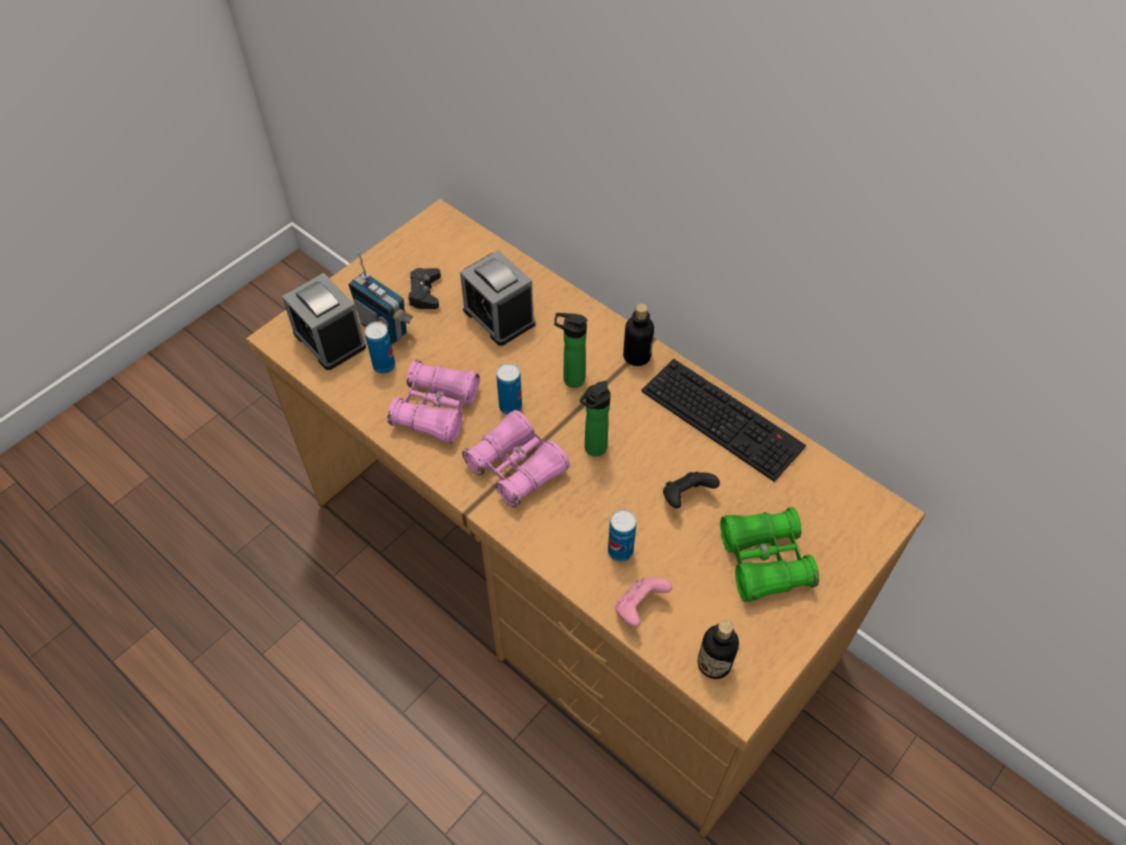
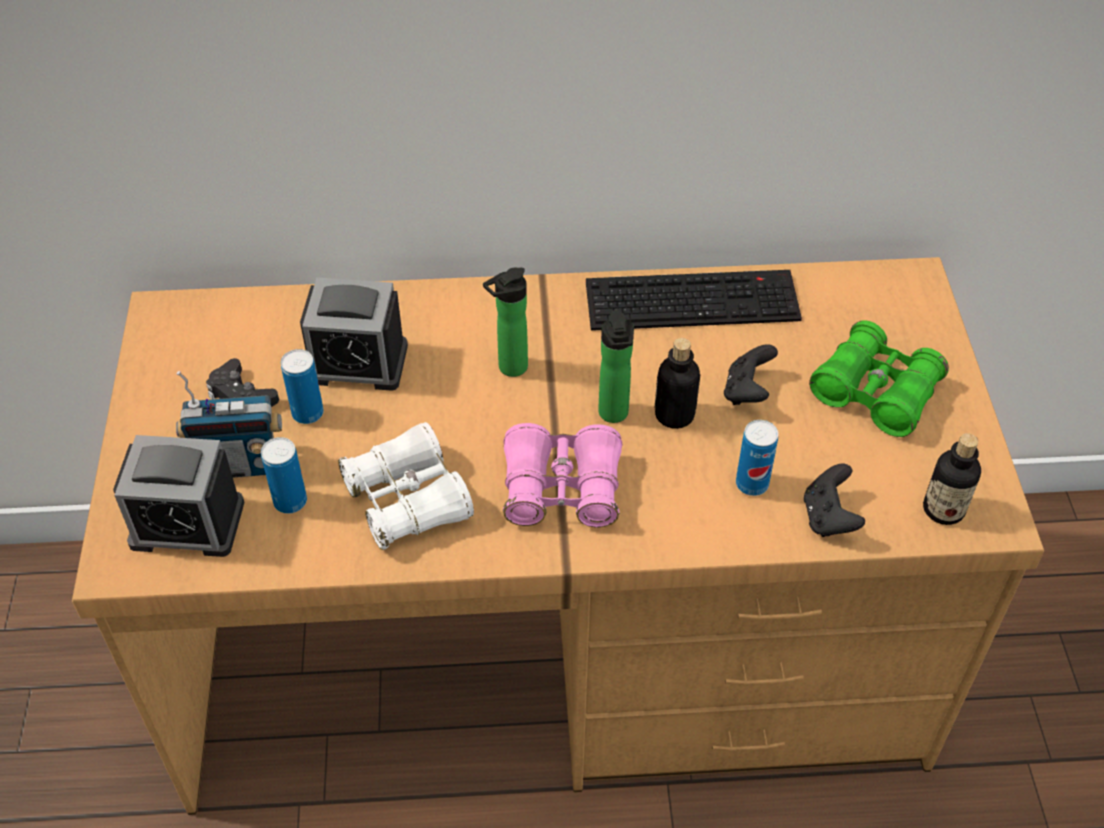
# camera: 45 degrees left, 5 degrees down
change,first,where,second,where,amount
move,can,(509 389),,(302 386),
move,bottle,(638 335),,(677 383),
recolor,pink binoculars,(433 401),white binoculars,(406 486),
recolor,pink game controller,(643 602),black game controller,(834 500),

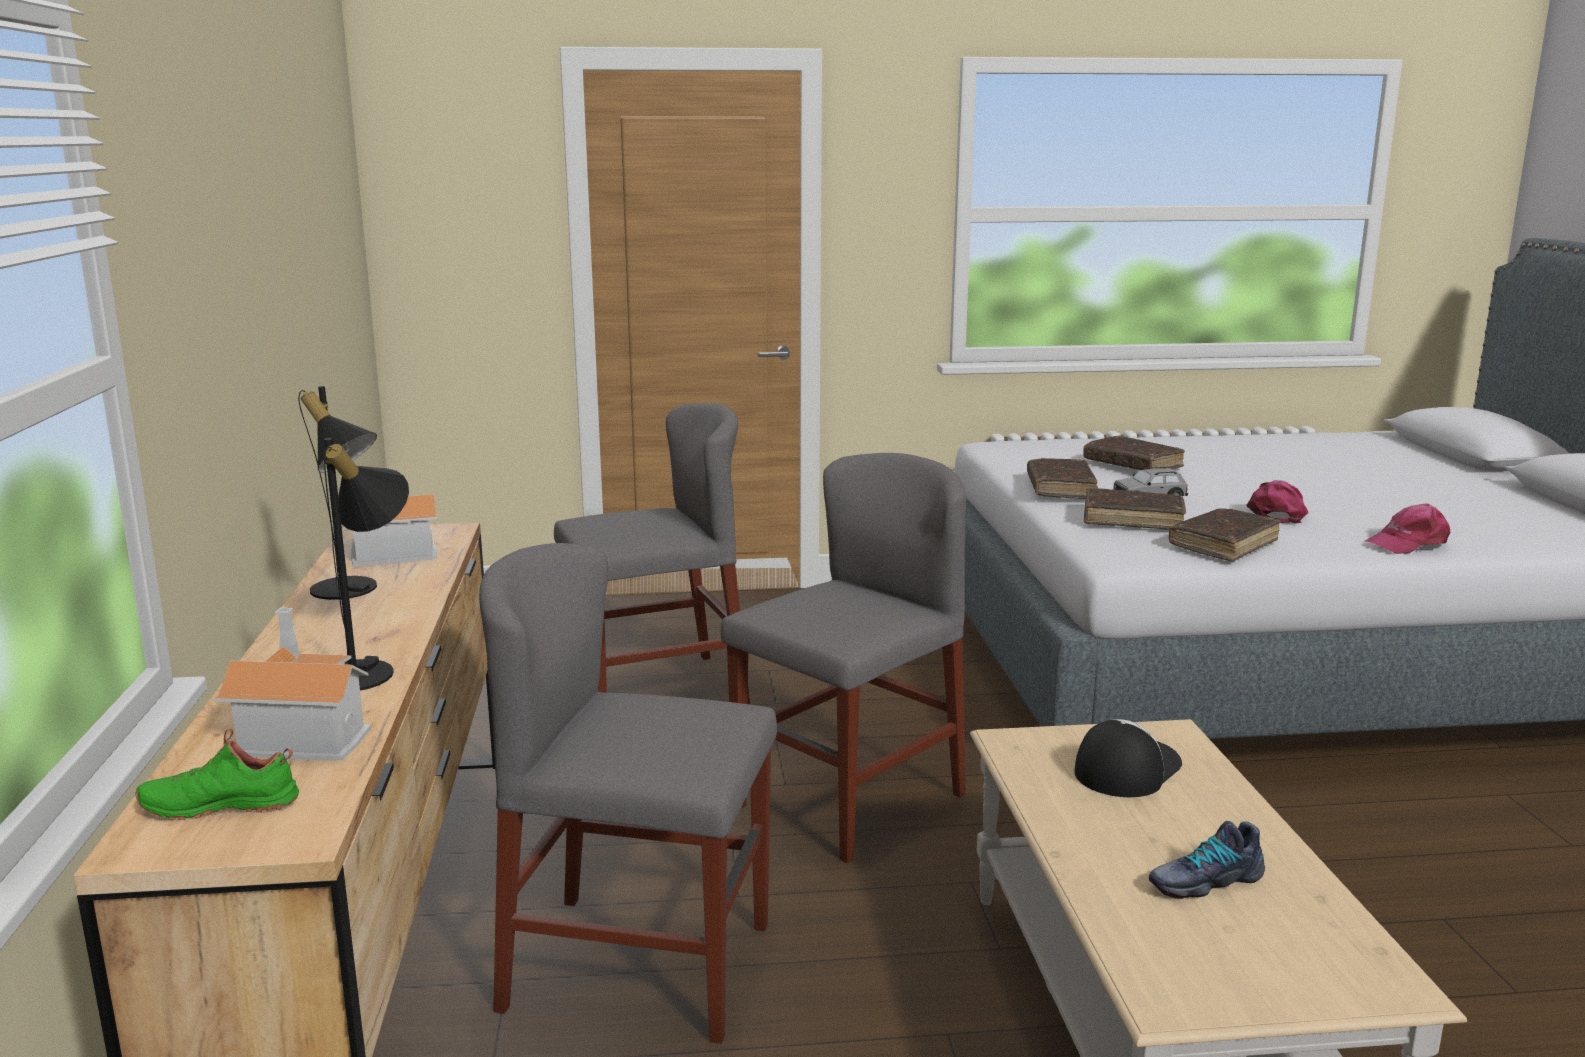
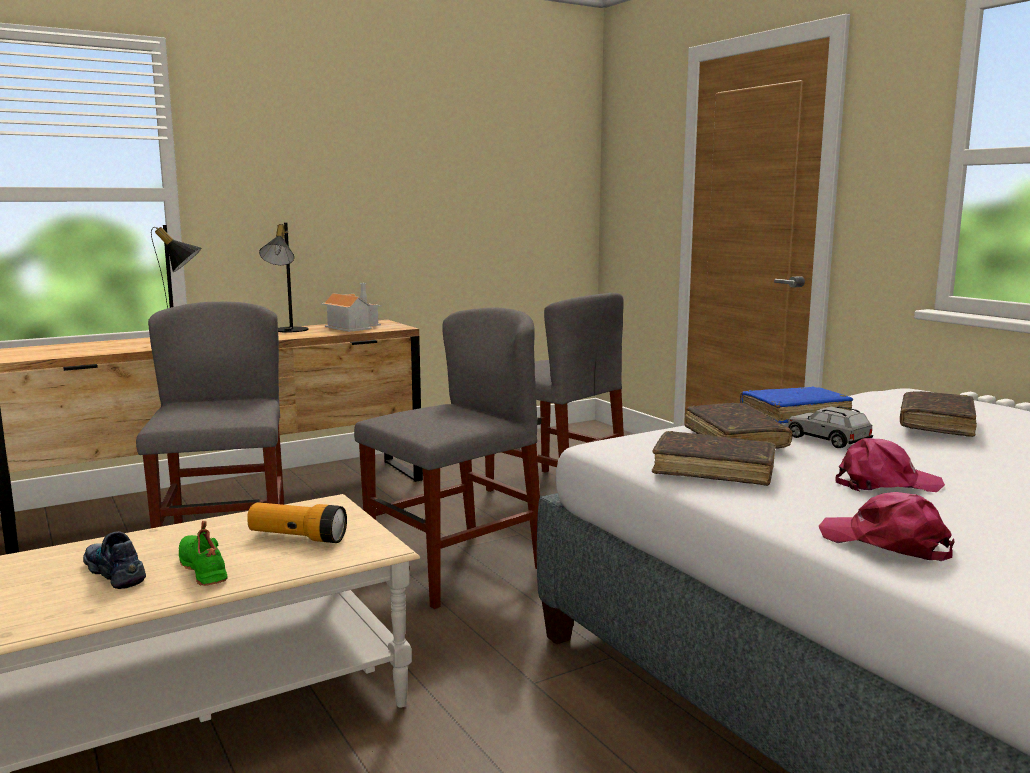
# camera: 65 degrees right, 5 degrees down
change,first,where,second,where,amount
delete,toy house,(292 683),,,
move,green shoe,(217 774),,(203 553),
replace,cap,(1128 758),flashlight,(297 522),
recolor,brown book,(1062 478),blue book,(796 405),
rotate,grey chair,(843 658),,(447 458),60 degrees counterclockwise

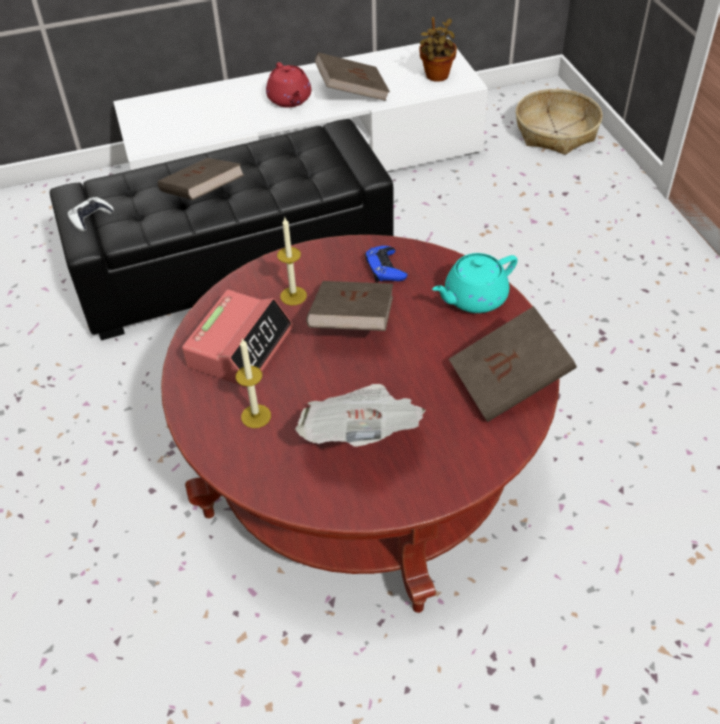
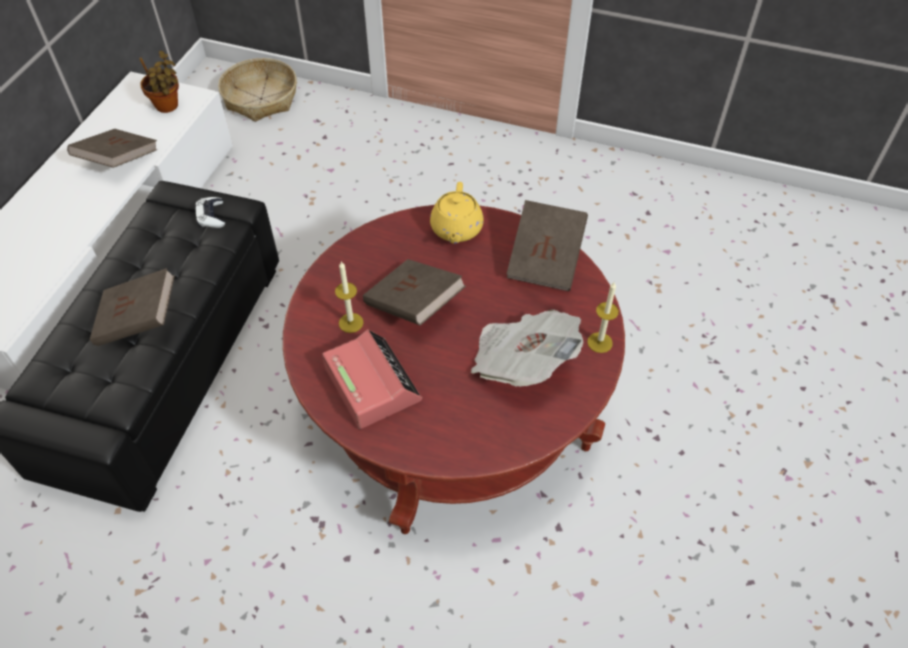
# camera: 55 degrees left, 5 degrees up
change,first,where,second,where,amount
delete,red teapot,(288 85),,,
delete,blue game controller,(386 264),,,
move,white game controller,(90 214),,(210 212),
move,candle,(253 383),,(603 317),
recolor,turquoise teapot,(475 283),yellow teapot,(457 213),

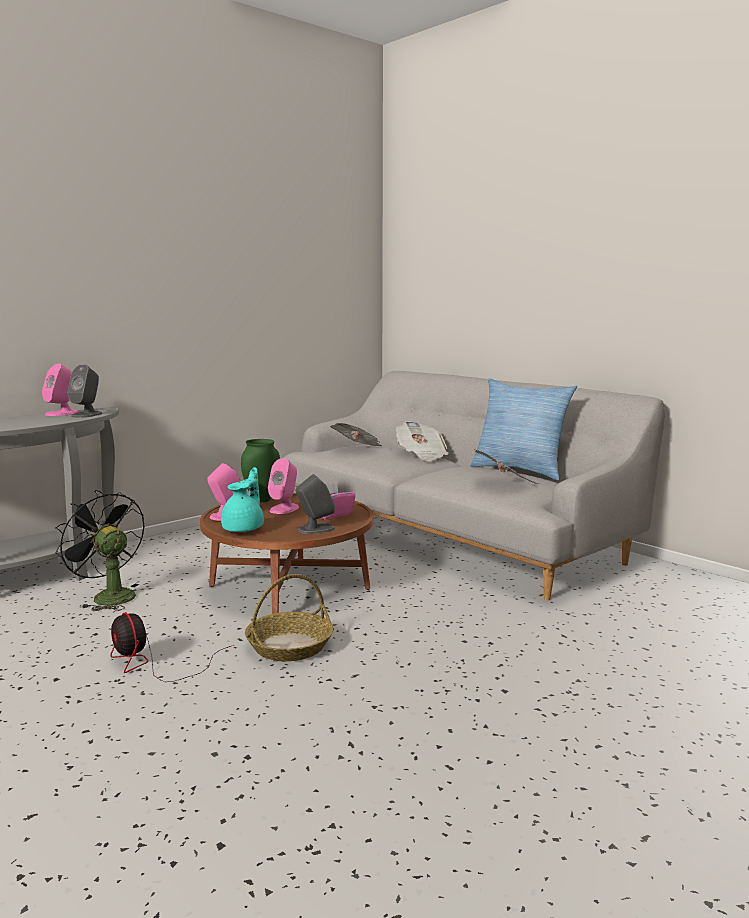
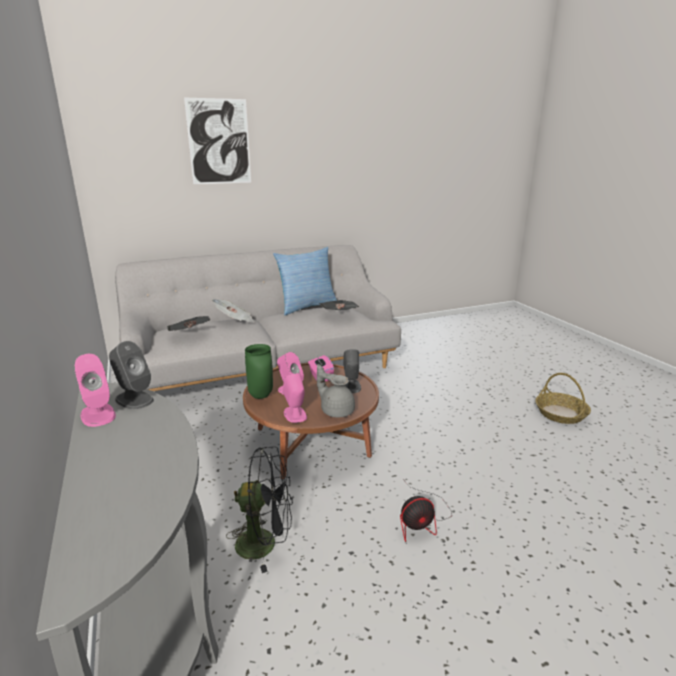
# camera: 70 degrees left, 10 degrees up
change,first,where,second,where,amount
insert,,,picture,(217 141),
move,basket,(289 617),,(563 398),
recolor,turquoise teapot,(242 499),grey teapot,(336 391),
rotate,black fan,(99 550),,(259 509),150 degrees counterclockwise

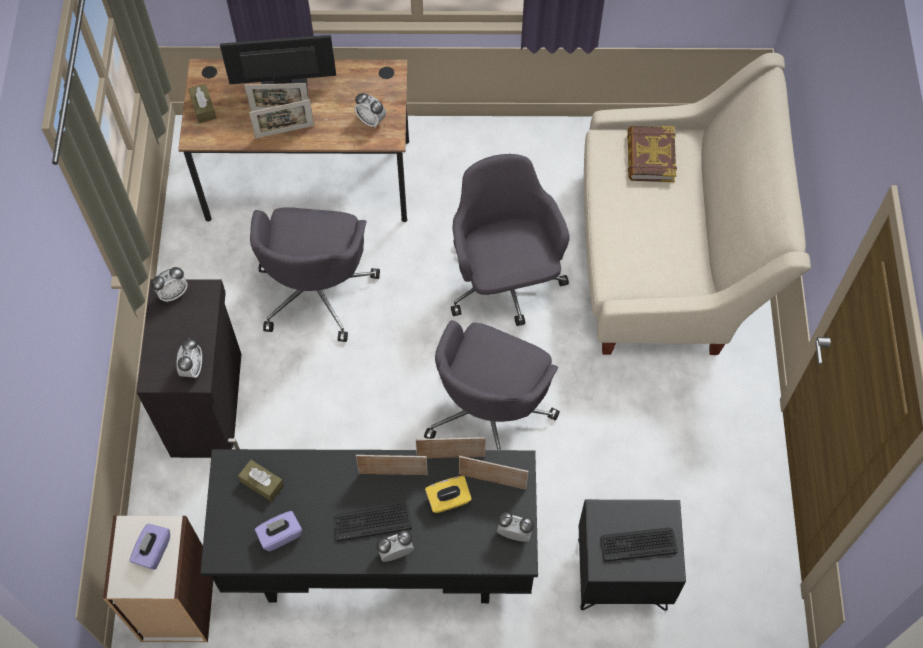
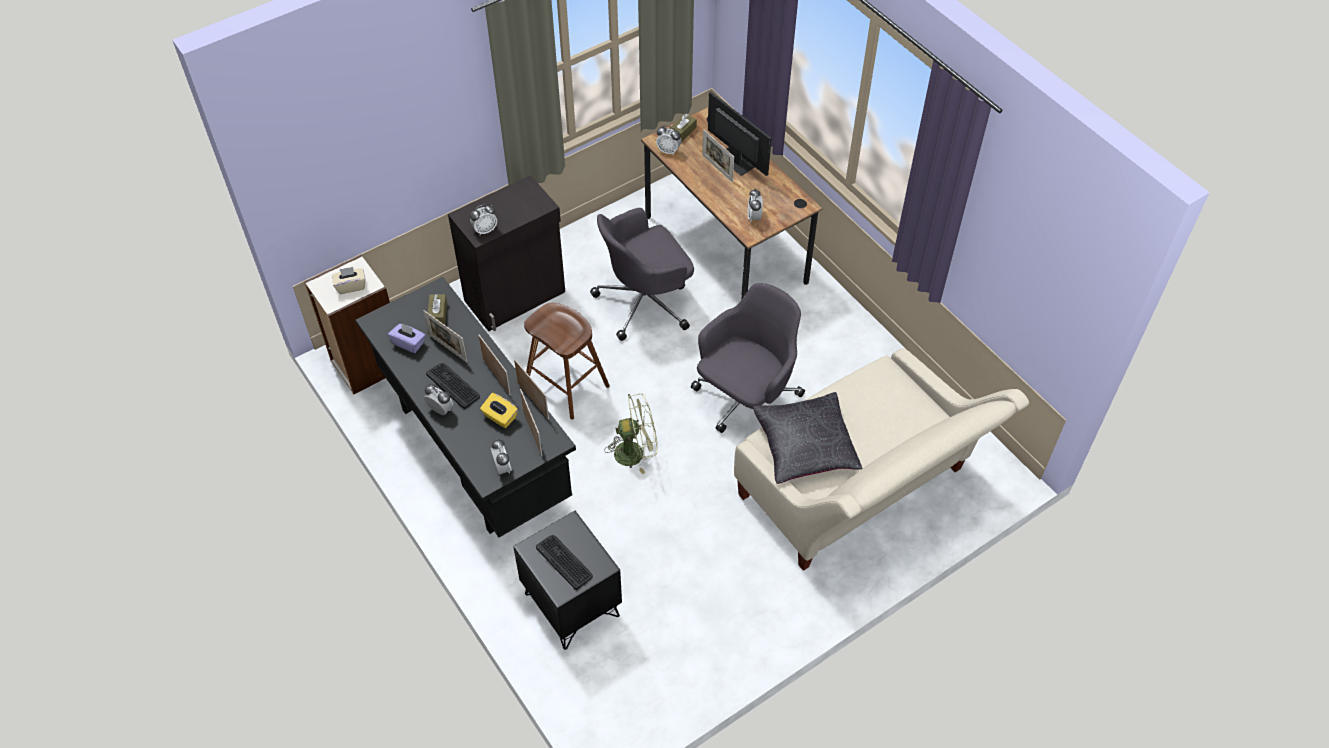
# camera: 55 degrees right, 10 degrees down
change,first,where,second,where,amount
delete,book,(652 154),,,
insert,,,brown stool,(567 361),
insert,,,black pillow,(808 438),
move,alarm clock,(170 284),,(668 140),
move,picture frame,(281 118),,(445 336),
replace,grey office chair,(492 385),green fan,(631 434),
recolor,purple tissue box,(149 547),beige tissue box,(349 280),

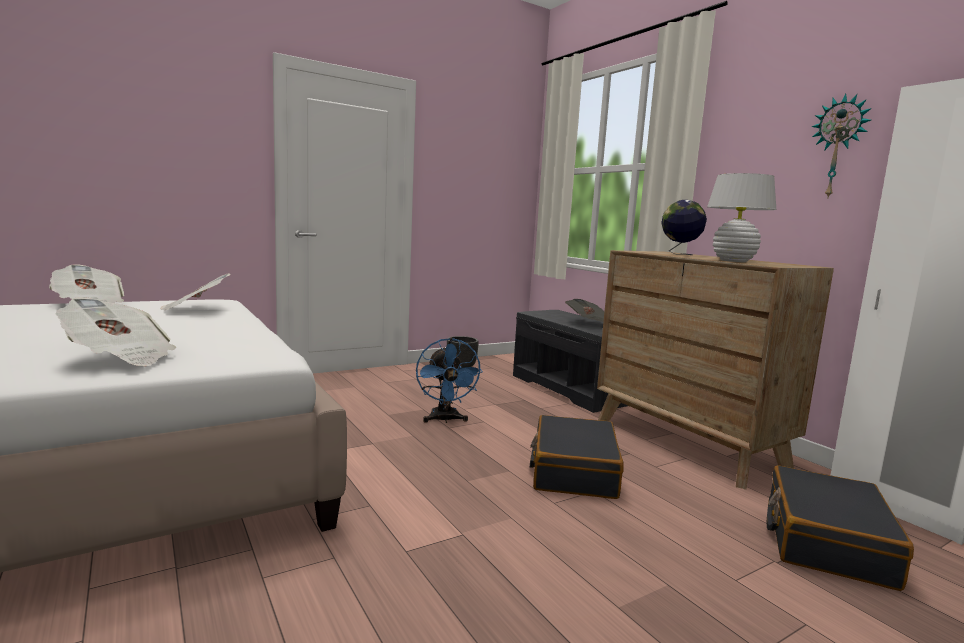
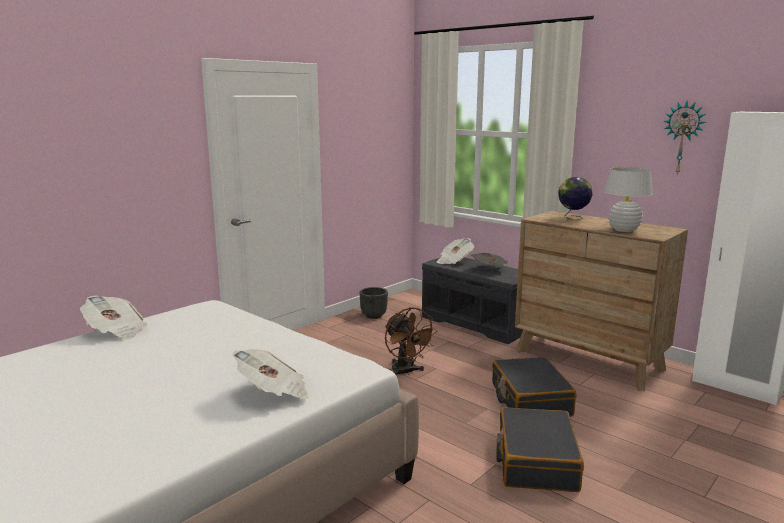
# camera: 15 degrees left, 5 degrees up
change,first,where,second,where,amount
move,newspaper,(195 291),,(455 251),
move,black suitcase,(840 528),,(540 449),
recolor,blue fan,(449 380),brown fan,(411 341),

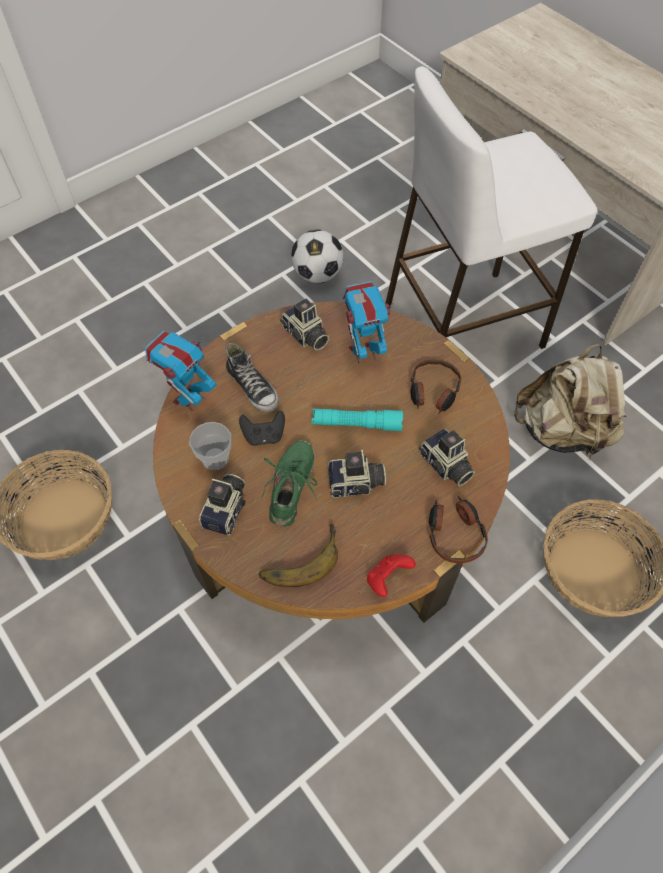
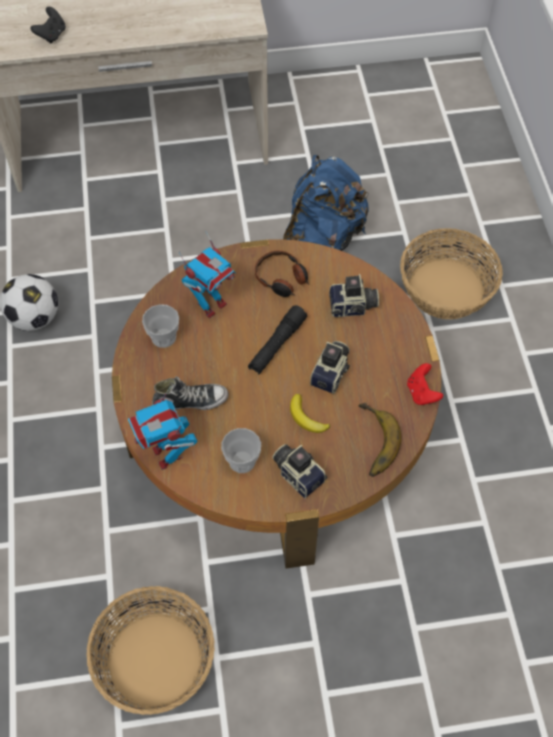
# camera: 60 degrees left, 0 degrees up
change,first,where,second,where,amount
delete,white stool,(491 207),,,
delete,headphones,(458 529),,,
move,black game controller,(262 428),,(48 25),
replace,green shoe,(289 483),banana,(310 413),
replace,photo camera,(304 325),cup,(160 326),
recolor,turquoise flashlight,(357 420),black flashlight,(277 340),
recolor,beige backpack,(570 401),blue backpack,(326 203),
rotate,toy robot,(368 322),,(207 274),150 degrees counterclockwise

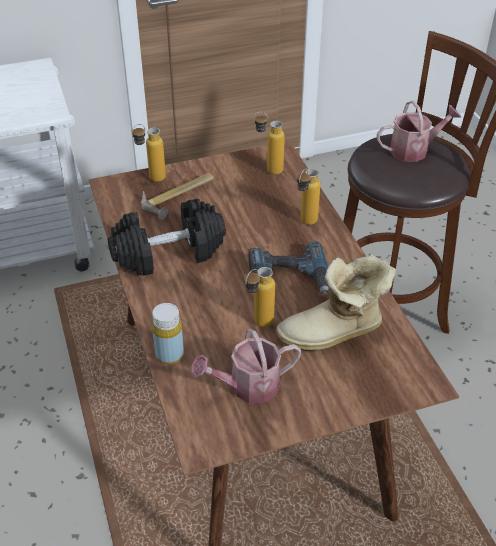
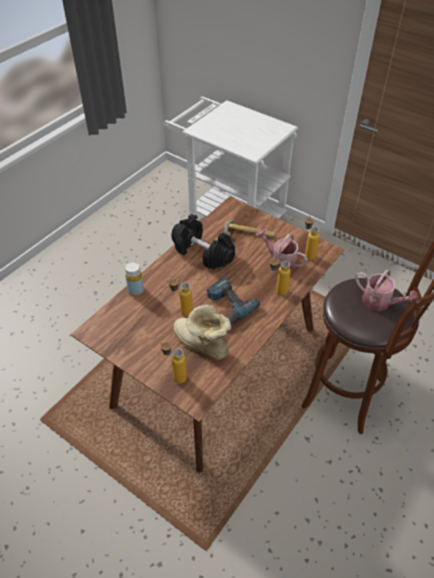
# camera: 55 degrees right, 5 degrees up
change,first,where,second,where,amount
move,bottle,(148 153),,(174 362),
move,watering can,(246 366),,(282 249),

